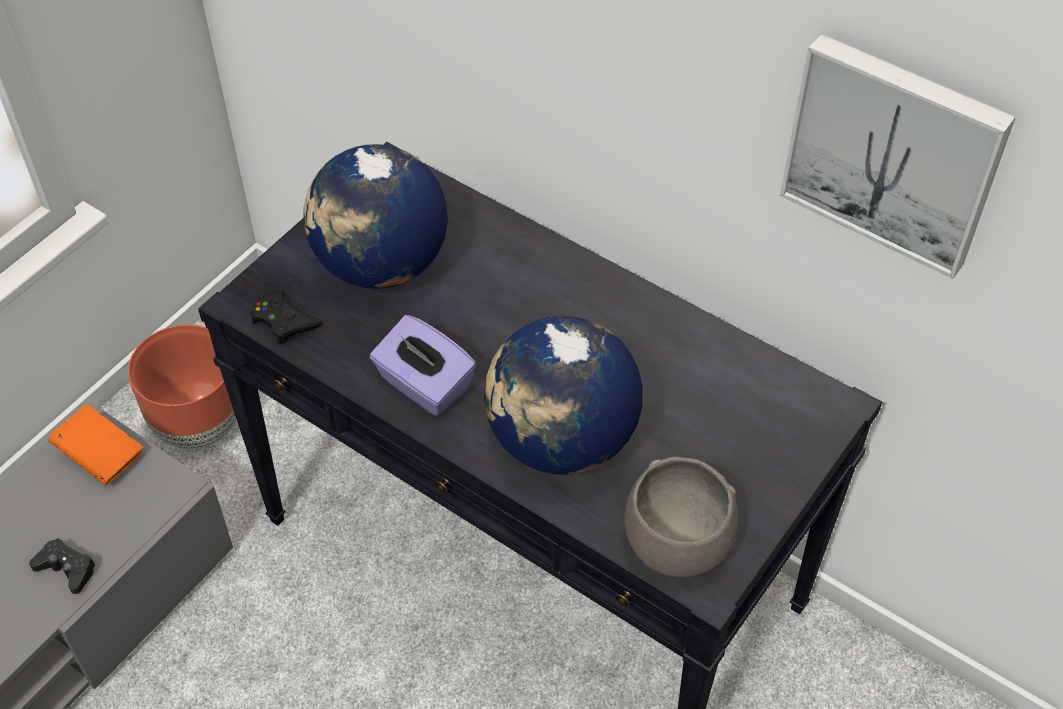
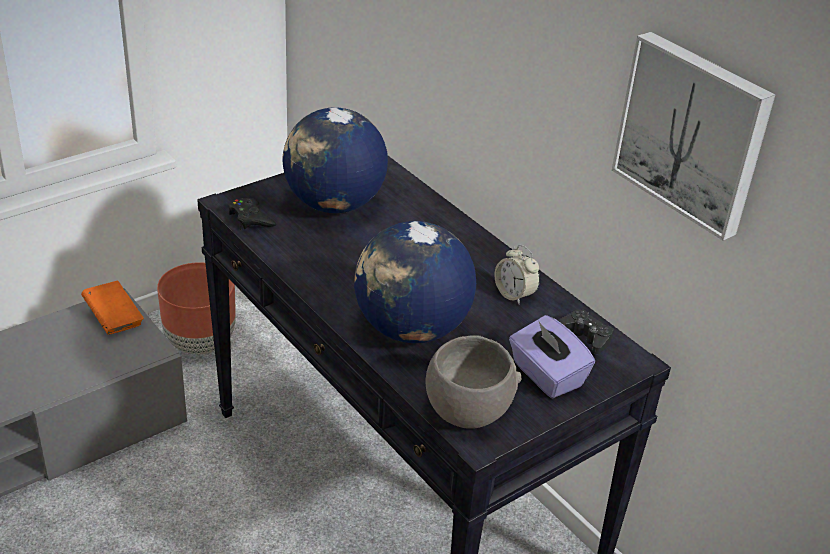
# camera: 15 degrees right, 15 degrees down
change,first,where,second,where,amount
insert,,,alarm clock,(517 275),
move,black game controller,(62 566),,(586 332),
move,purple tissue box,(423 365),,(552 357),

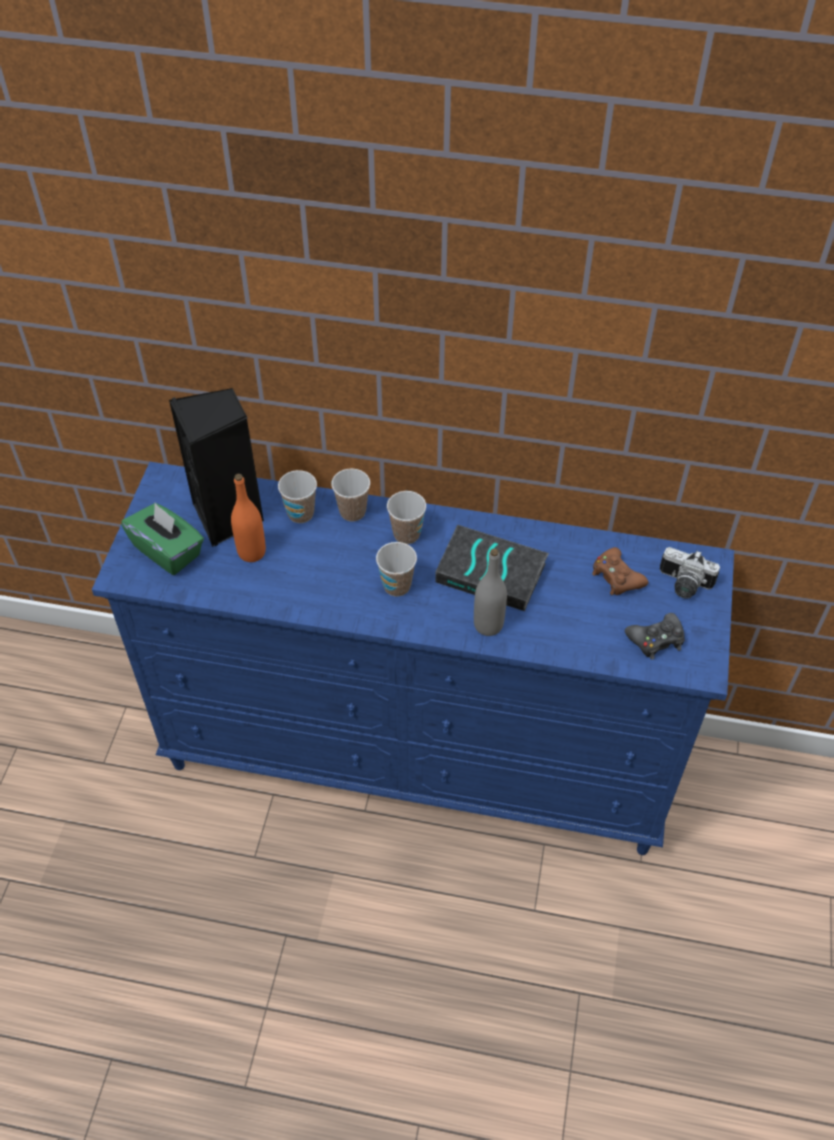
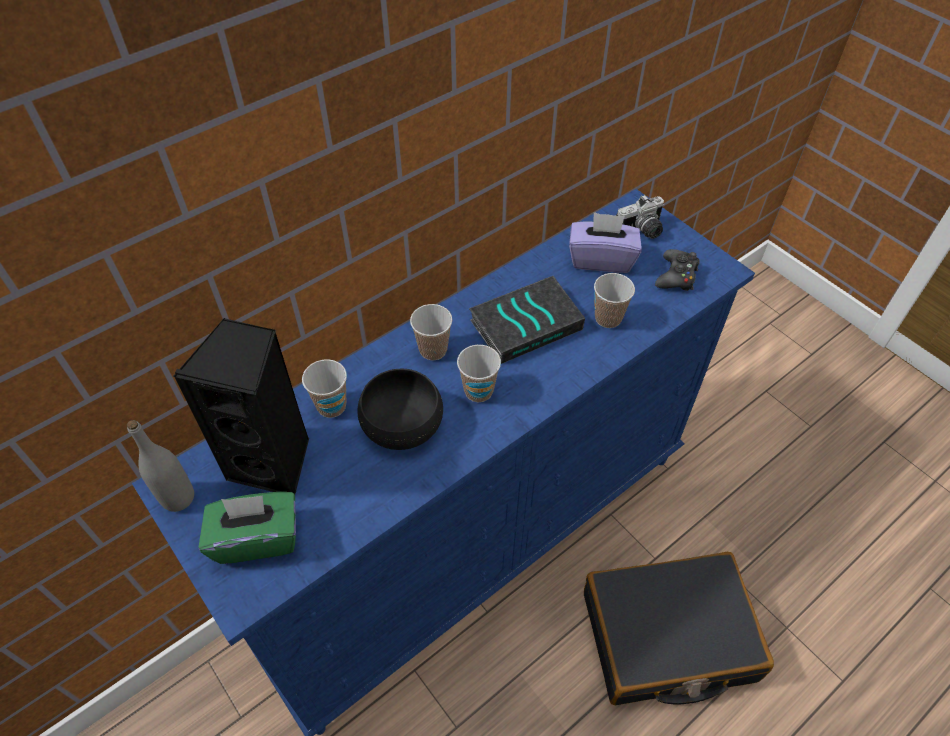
# camera: 50 degrees left, 0 degrees up
change,first,where,second,where,amount
delete,orange bottle,(248 518),,,
insert,,,black bowl,(400 409),
insert,,,black suitcase,(679 628),
move,cup,(350 495),,(614 300),
move,grey bottle,(490 592),,(160 466),
replace,brown game controller,(620 571),purple tissue box,(605 242),

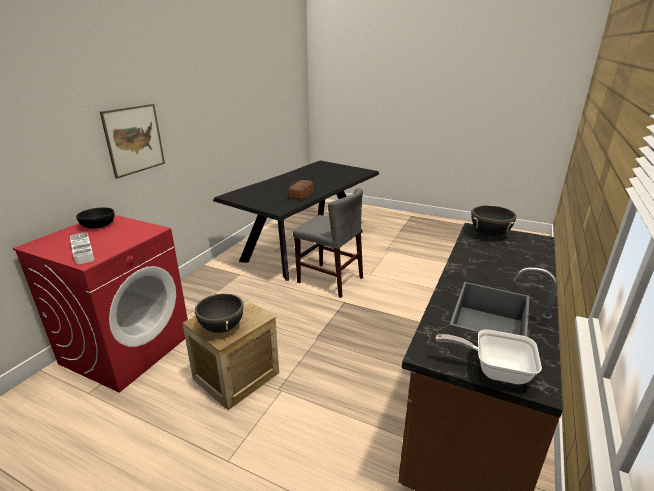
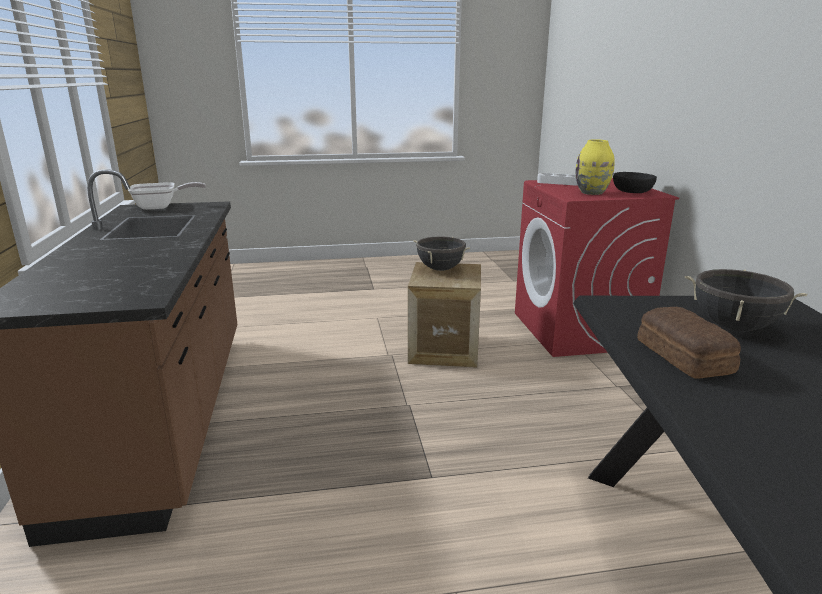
# camera: 145 degrees right, 5 degrees down
change,first,where,second,where,amount
delete,picture,(132 141),,,
delete,grey chair,(328 243),,,
insert,,,yellow vase,(595 167),
move,black cooking pot,(494 220),,(746 300),

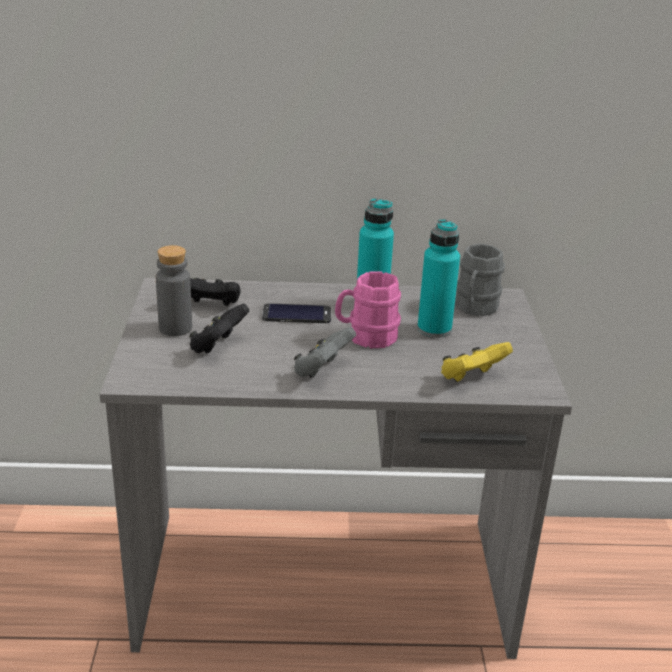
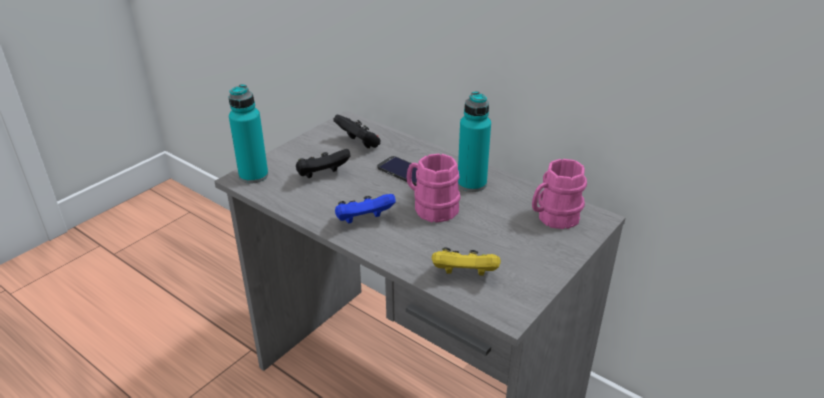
# camera: 40 degrees right, 5 degrees up
change,first,where,second,where,amount
delete,grey bottle,(174 290),,,
move,turquoise bottle,(438 278),,(248 133),
recolor,grey game controller,(325 352),blue game controller,(365 209),
recolor,grey mug,(480 280),pink mug,(559 194),

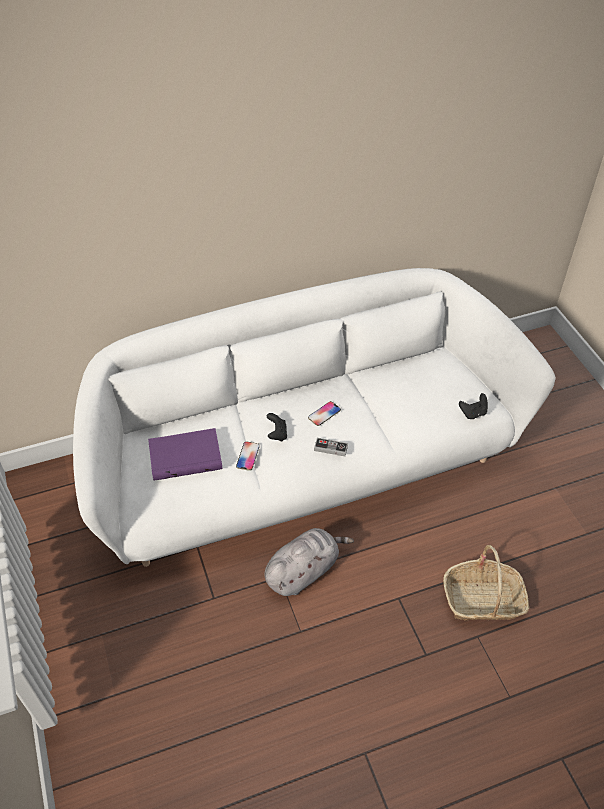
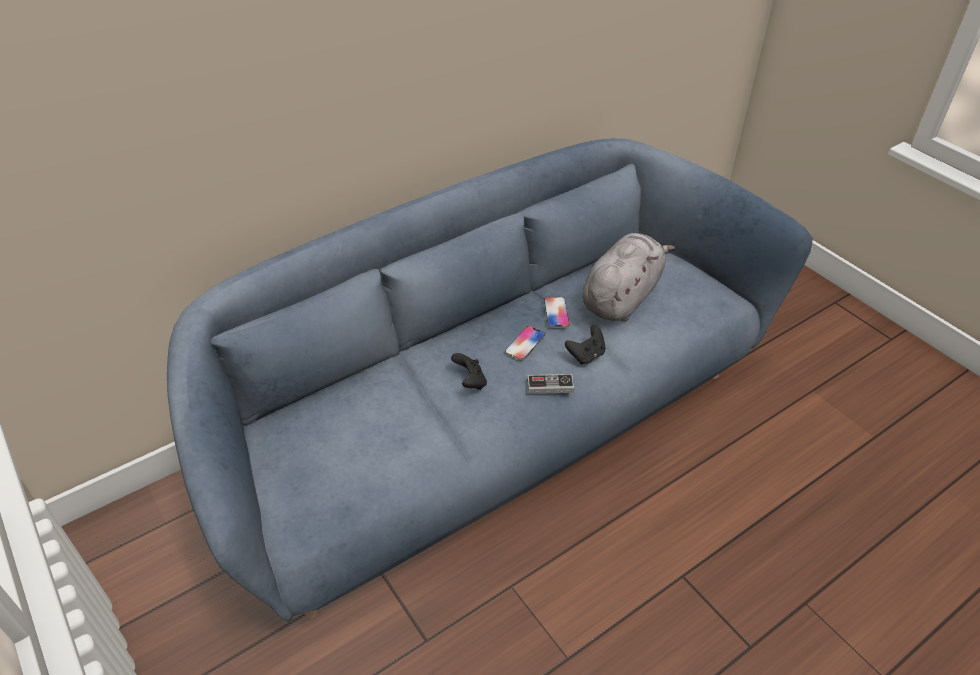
# camera: 15 degrees left, 5 degrees down
change,first,where,second,where,amount
delete,purple book,(185 454),,,
delete,basket,(486 583),,,
move,phone,(248 456),,(557 312),
move,grey plush toy,(309 562),,(628 277),
move,black game controller,(473 406),,(585 345),
recolor,white sofa,(314 417),blue sofa,(490 380),

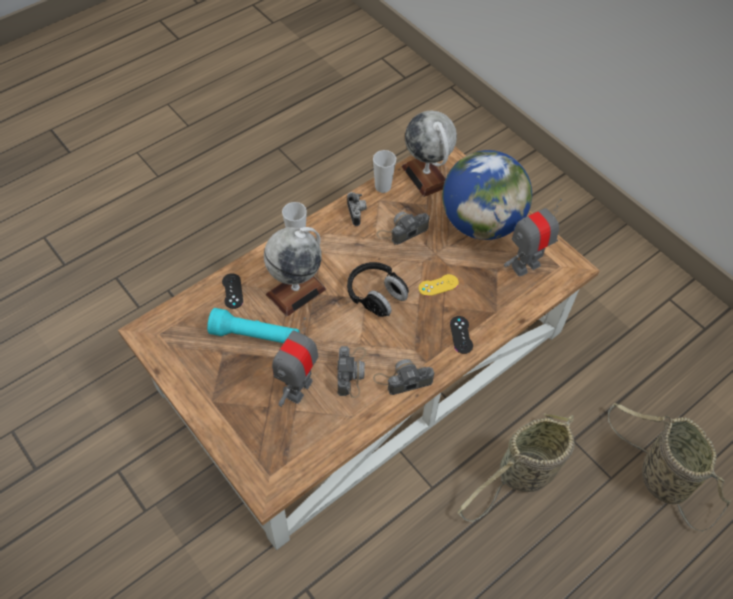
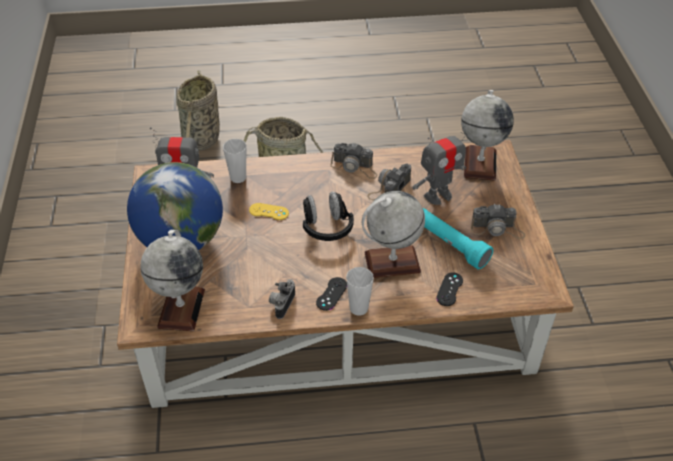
# camera: 145 degrees left, 10 degrees down
change,first,where,second,where,amount
insert,,,globe,(487 135),
move,cup,(384 171),,(234 161),
move,photo camera,(403 228),,(498 221),
move,black game controller,(461 335),,(331 294),

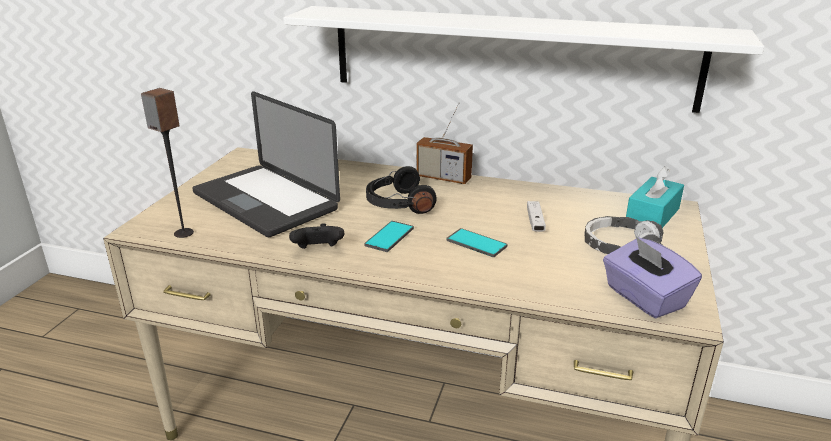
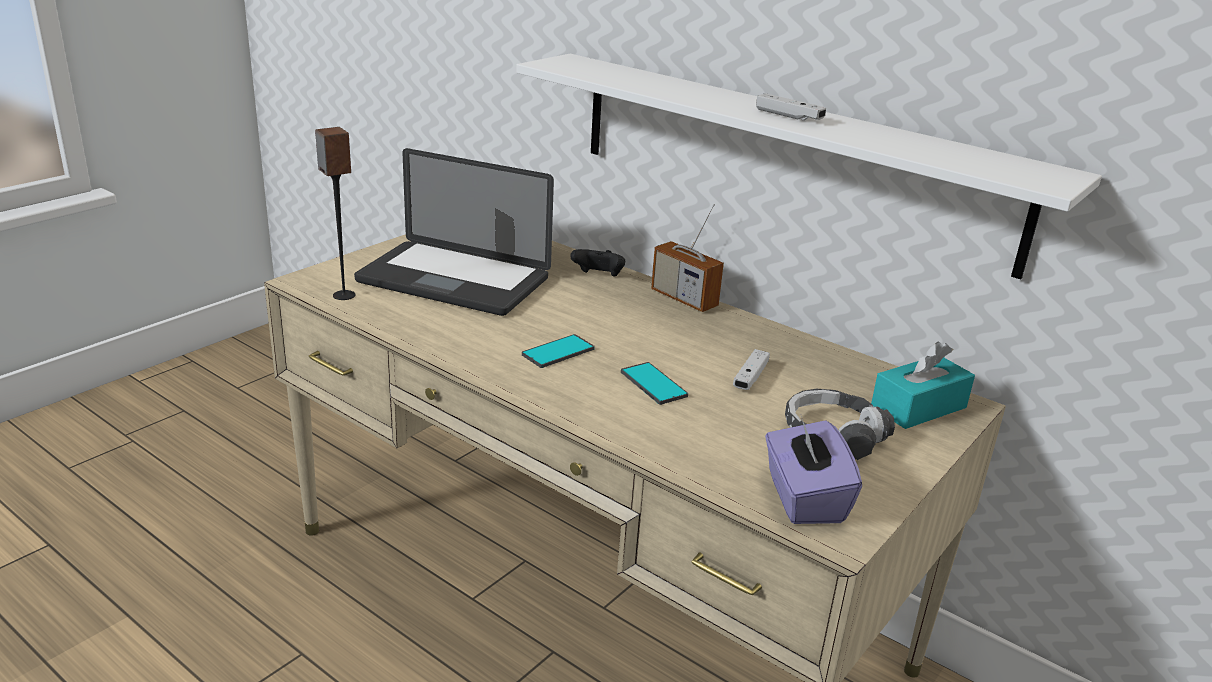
# camera: 20 degrees right, 0 degrees up
change,first,where,second,where,amount
delete,black headphones,(401 190),,,
insert,,,white game controller,(791 107),
move,black game controller,(316 236),,(597 263),
rotate,laptop,(266 164),,(454 232),45 degrees counterclockwise

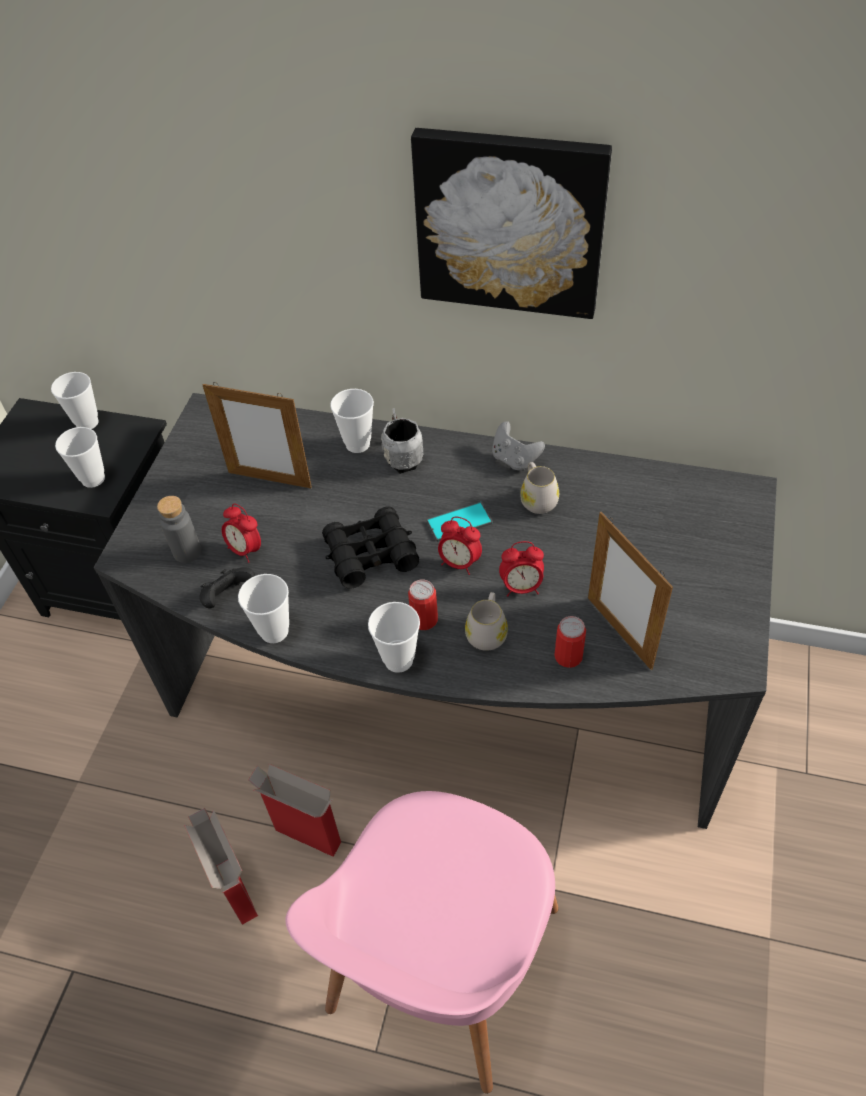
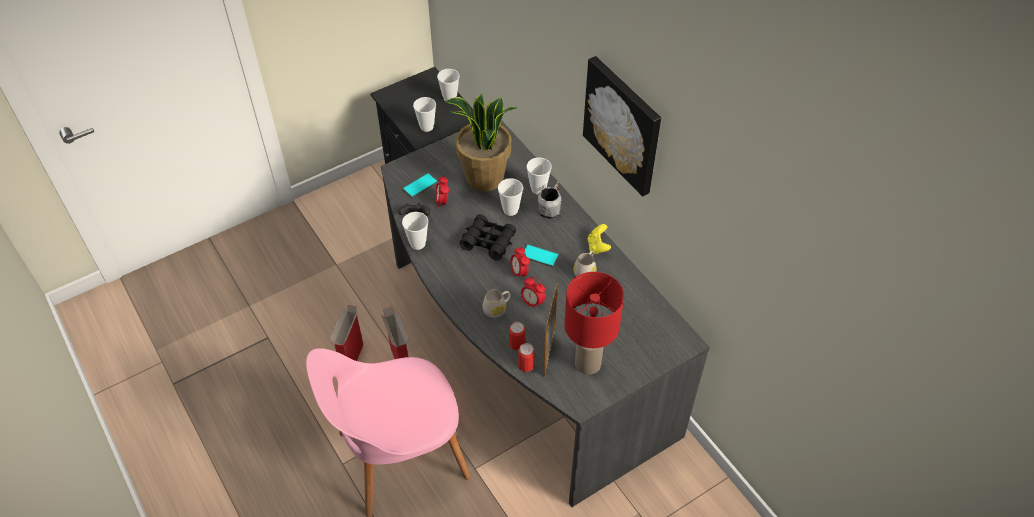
# camera: 40 degrees right, 0 degrees up
change,first,where,second,where,amount
insert,,,red table lamp,(594 323),
move,cup,(394 637),,(510 197),
move,can,(423 604),,(526 357),
replace,grey bottle,(179 529),phone,(420 185),
replace,picture frame,(257 435),potted plant,(481 142),
recolor,grey game controller,(518 446),yellow game controller,(599 239),

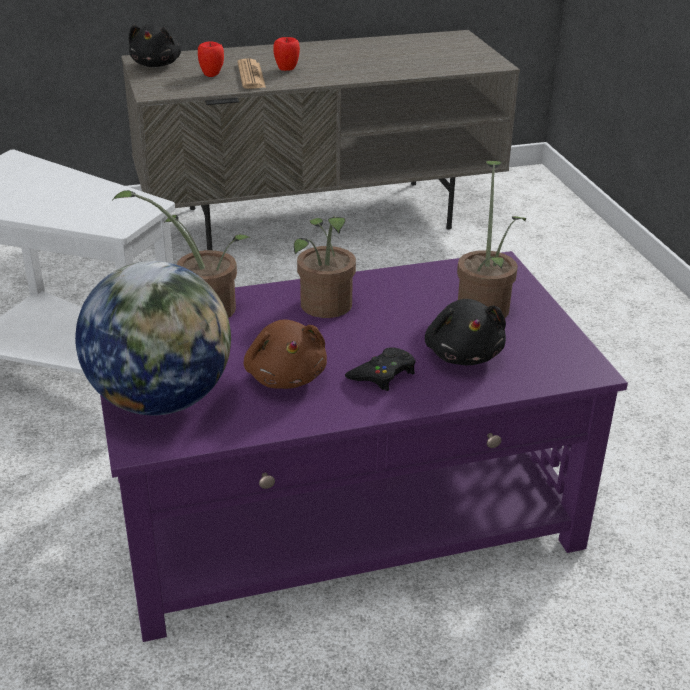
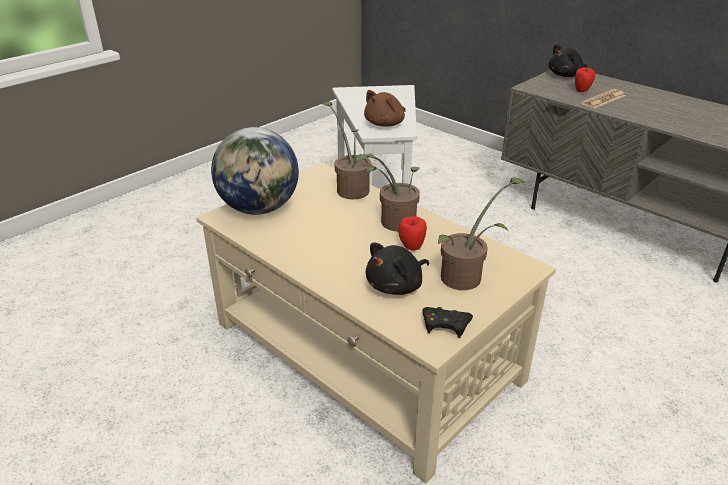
# camera: 60 degrees right, 0 degrees up
change,first,where,second,where,amount
move,brown plush toy,(285 354),,(385 108),
move,apple,(286 54),,(412 233),
move,black game controller,(380 369),,(447 322),
recolor,purple coffee table,(364 446),beige coffee table,(376 323),

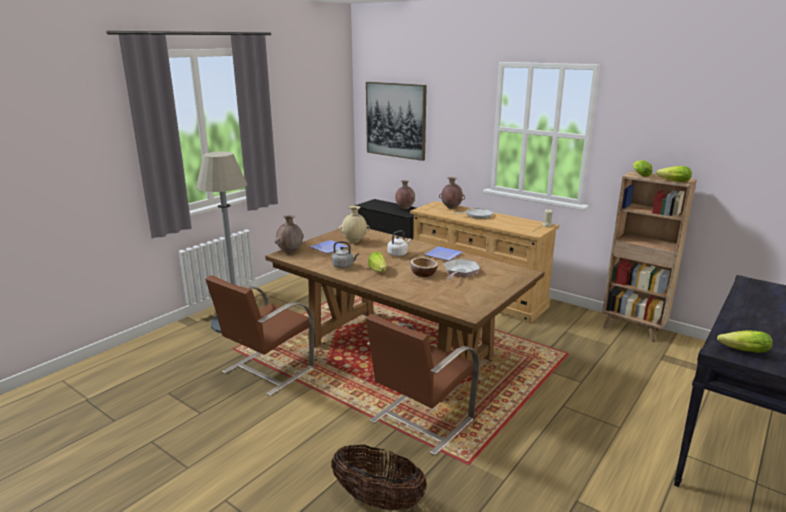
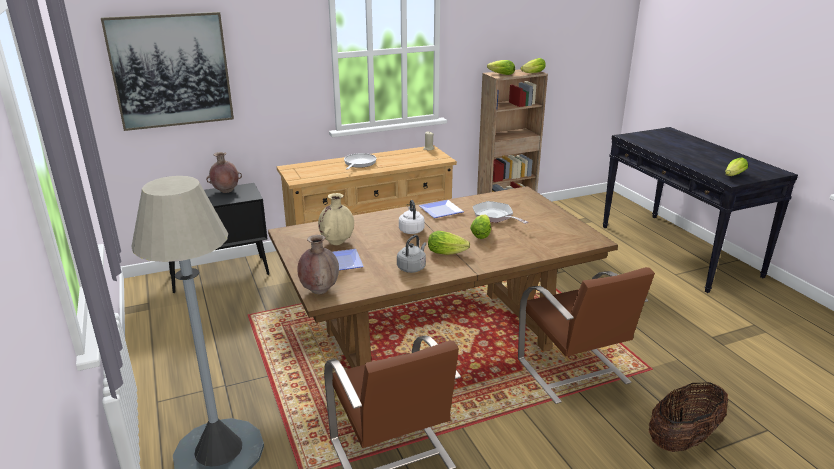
# camera: 60 degrees left, 5 degrees up
change,first,where,second,where,amount
delete,brown vase,(452 193),,,
replace,bowl,(424 267),lettuce,(480 227),

